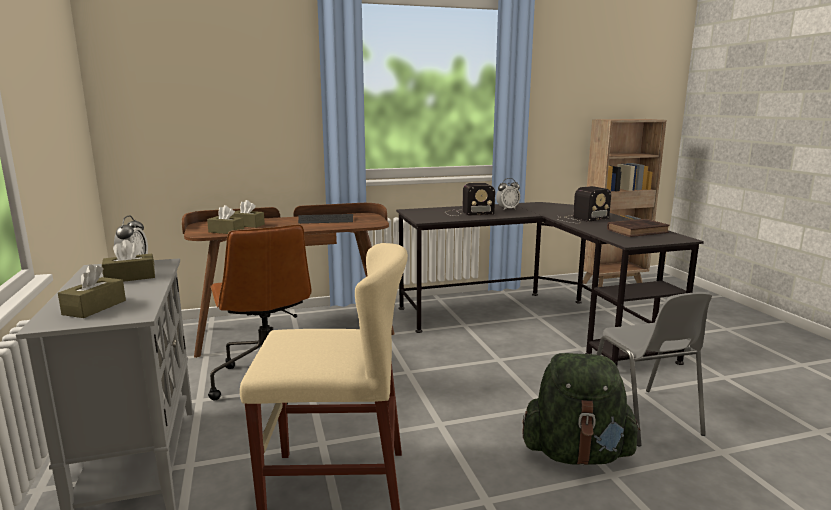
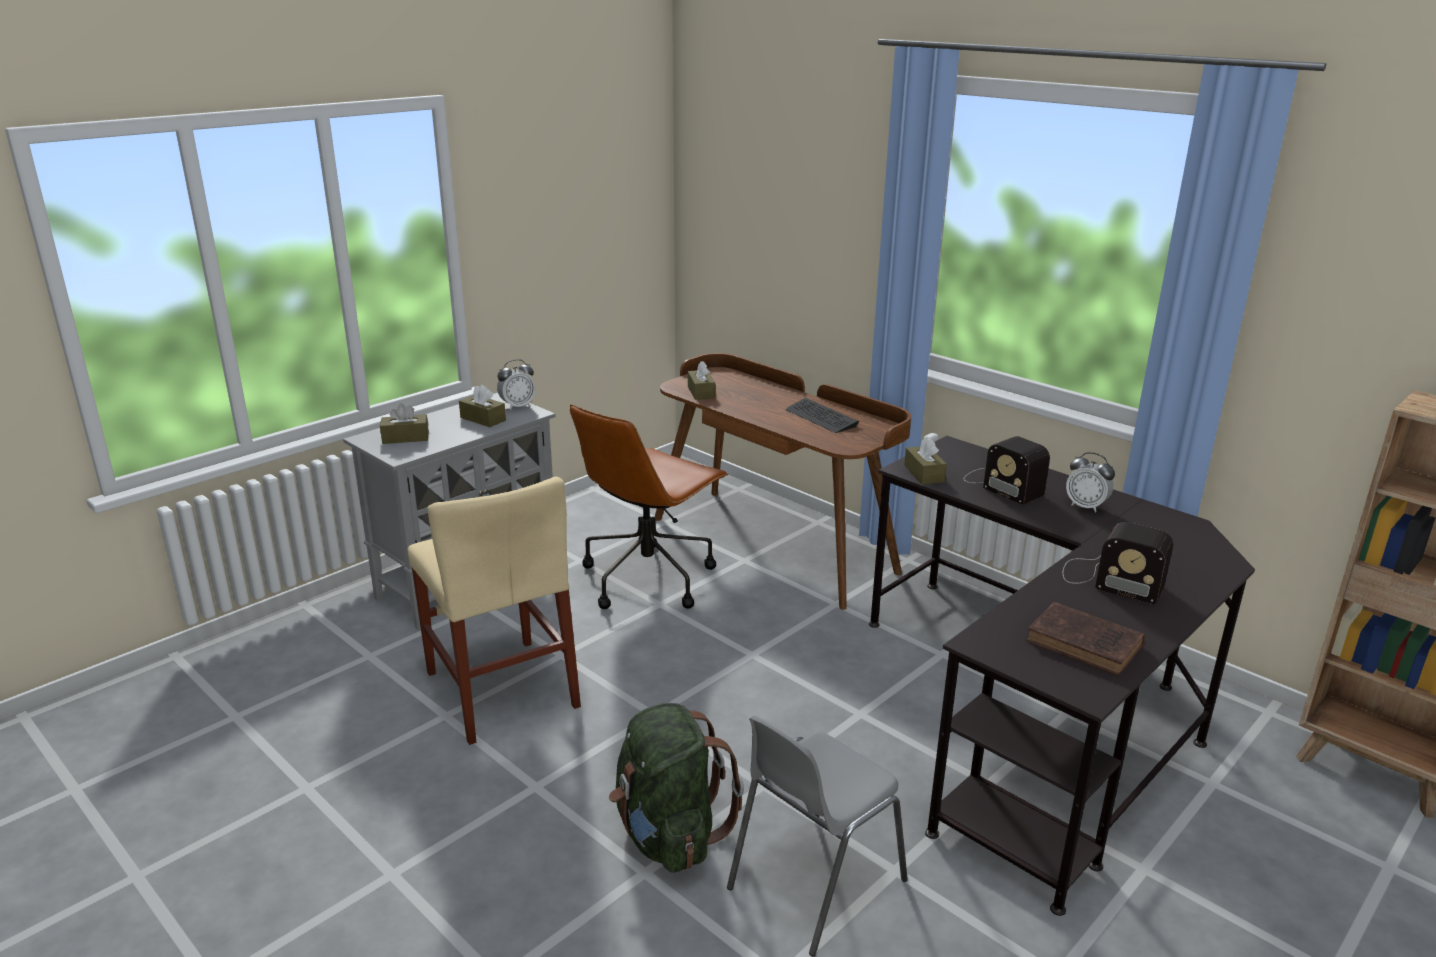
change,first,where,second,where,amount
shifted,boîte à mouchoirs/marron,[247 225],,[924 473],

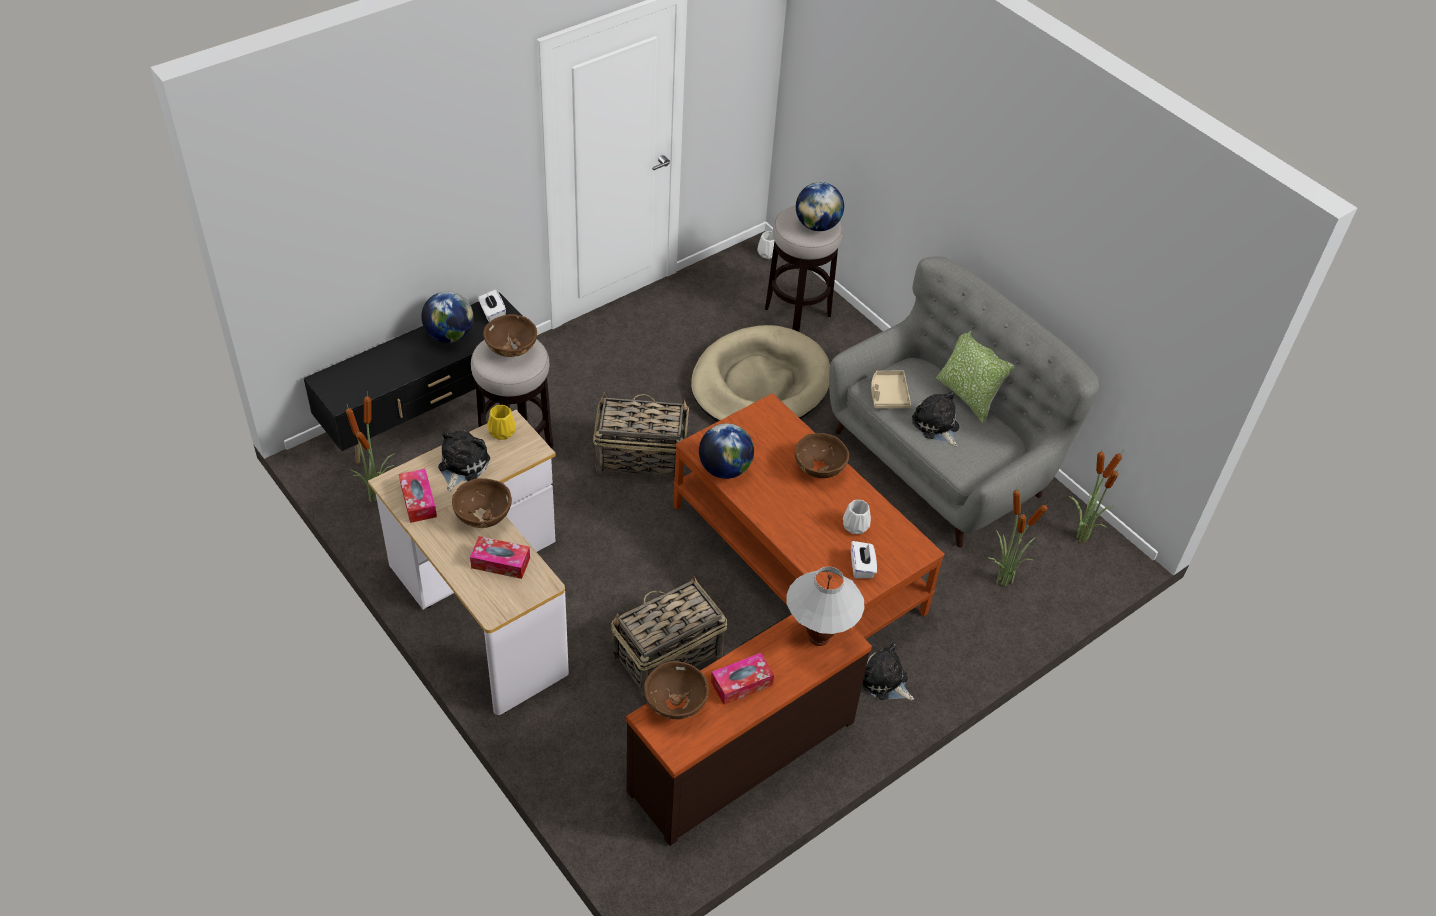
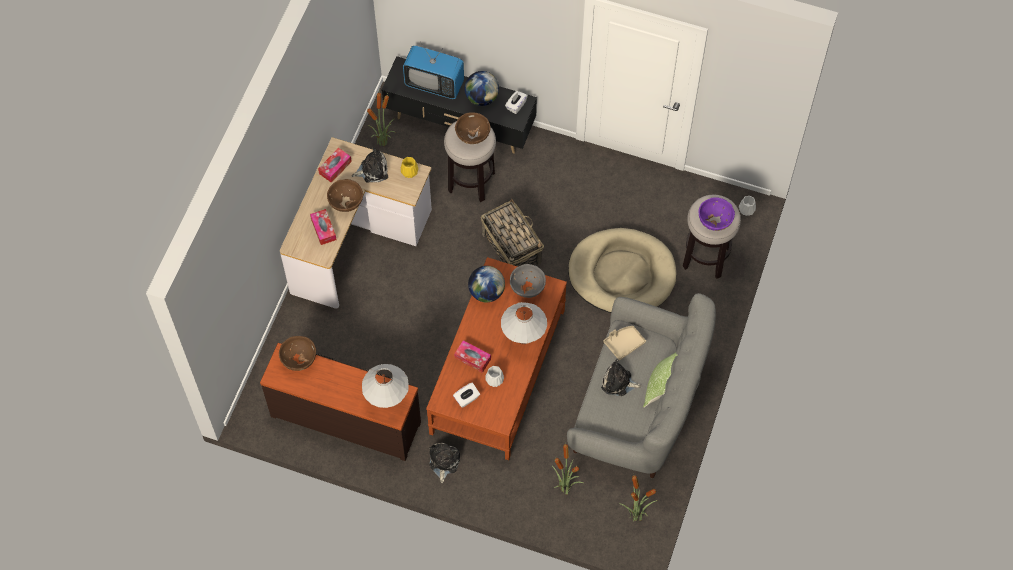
change,first,where,second,where,amount
swapped,globe,[817 225],bol/violet,[714 221],
rotated,peluche,[936 426],,[618 382],105 degrees counterclockwise
swapped,bol/marron,[819 469],lampe de table/blanc,[523 339],
gone,panier,[666 655],,,
shifted,boîte à mouchoirs,[741 683],,[472 358],
new,,,téléviseur,[434 84],
new,,,bol/gris,[527 287],

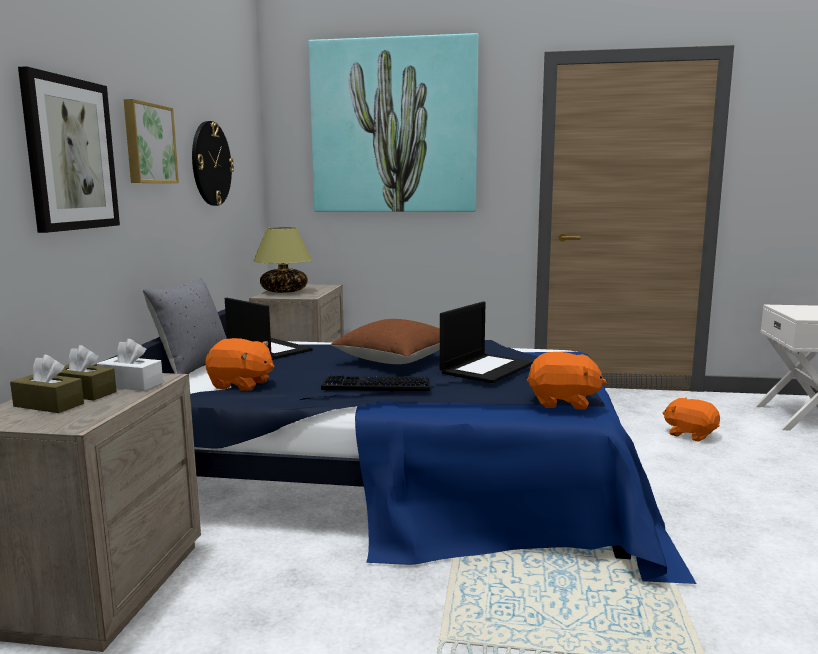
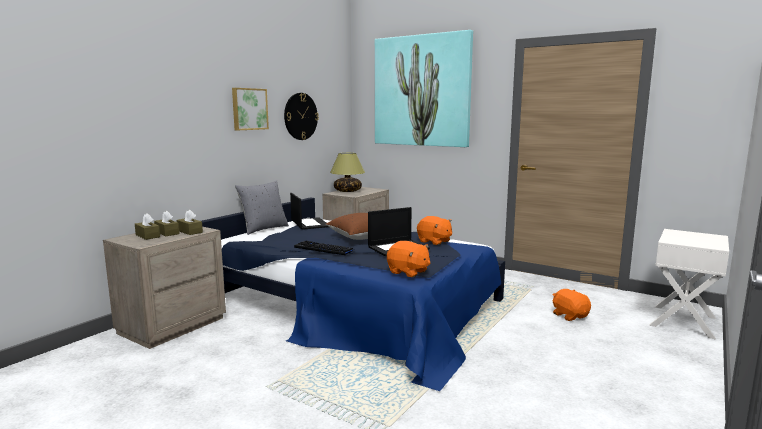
change,first,where,second,where,amount
gone,tableau,[70 154],,,
shifted,peluche/orange,[241 385],,[434 241],
repainted,boîte à mouchoirs/blanc,[131 384],boîte à mouchoirs/marron,[190 231],

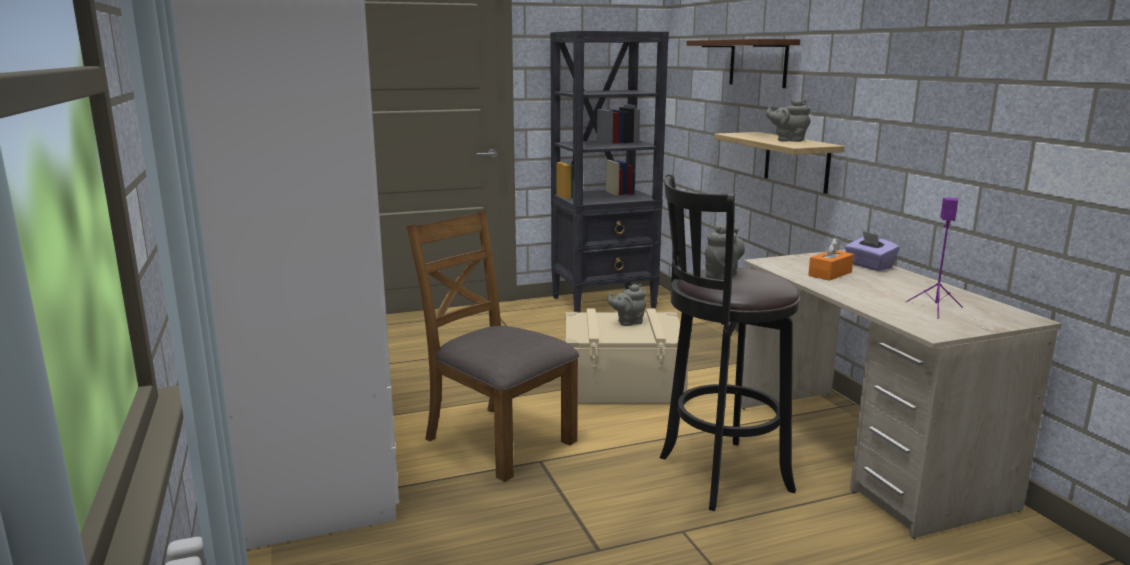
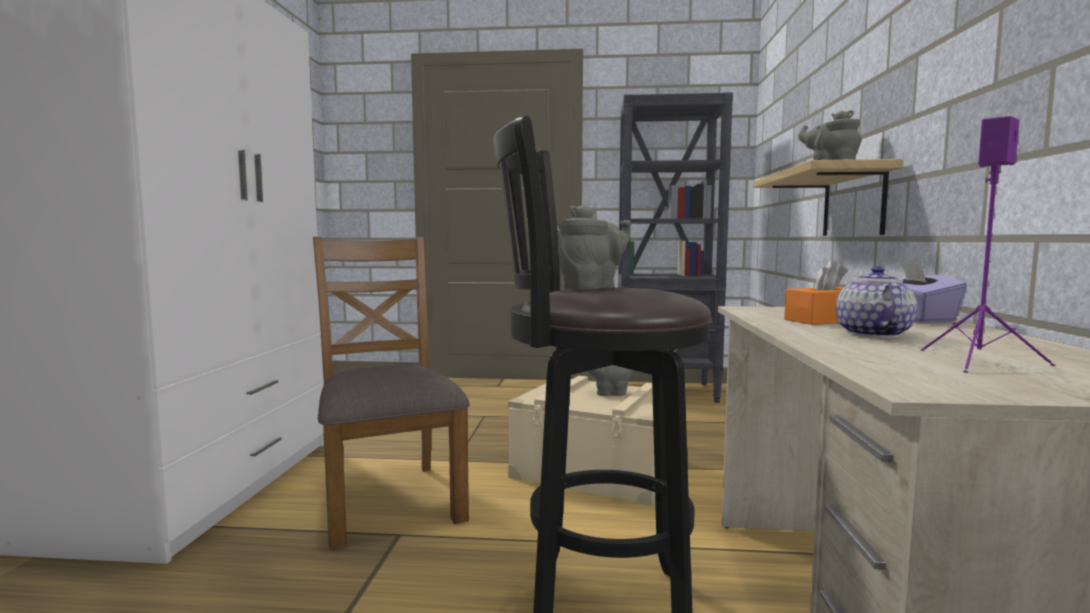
change,first,where,second,where,amount
gone,étagère,[758 63],,,
new,,,théière,[872 334],

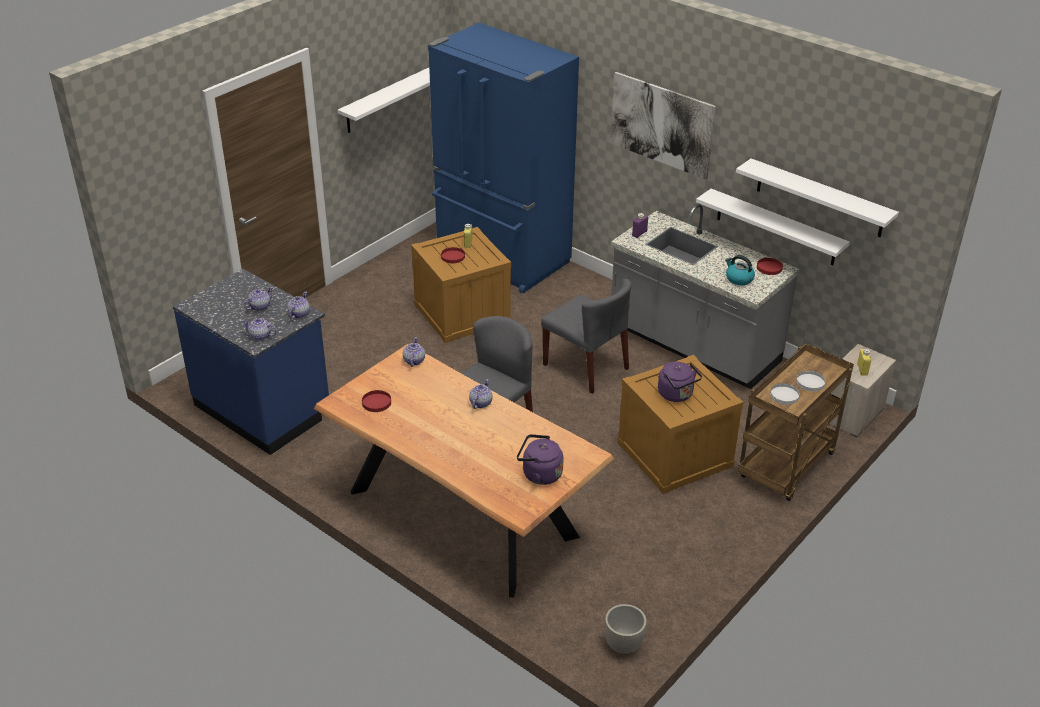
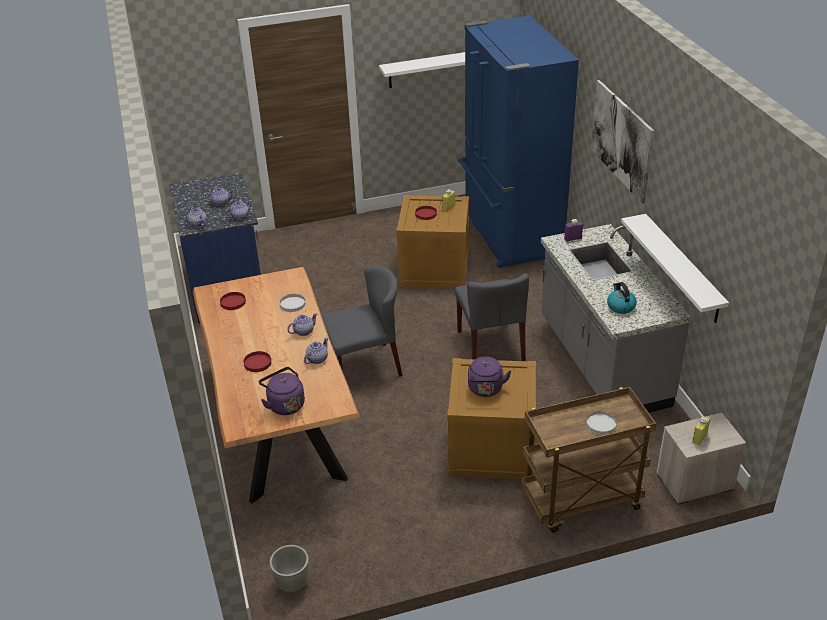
change,first,where,second,where,amount
gone,étagère/blanc,[819 198],,,
shifted,assiette/rouge,[769 268],,[257 363],
shifted,théière,[414 361],,[317 359],
shifted,assiette/blanc,[784 395],,[292 304],

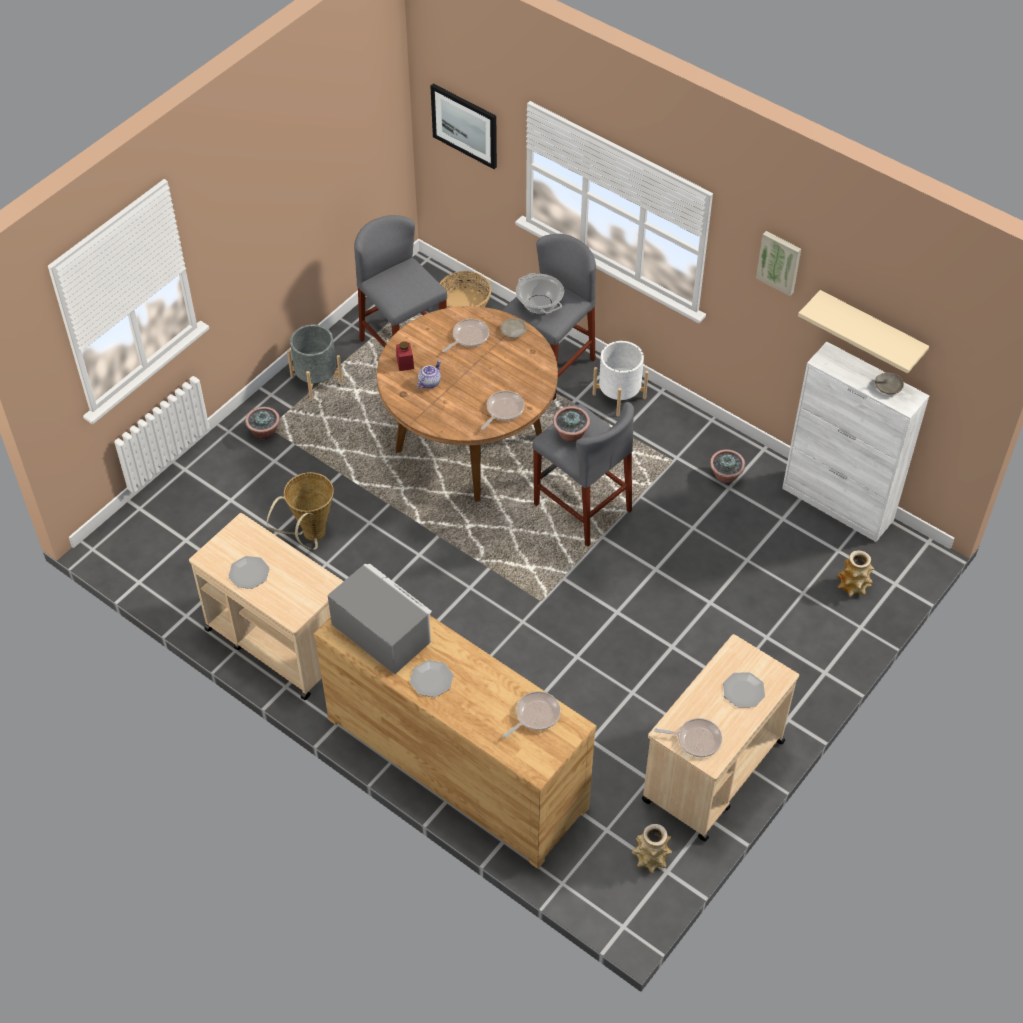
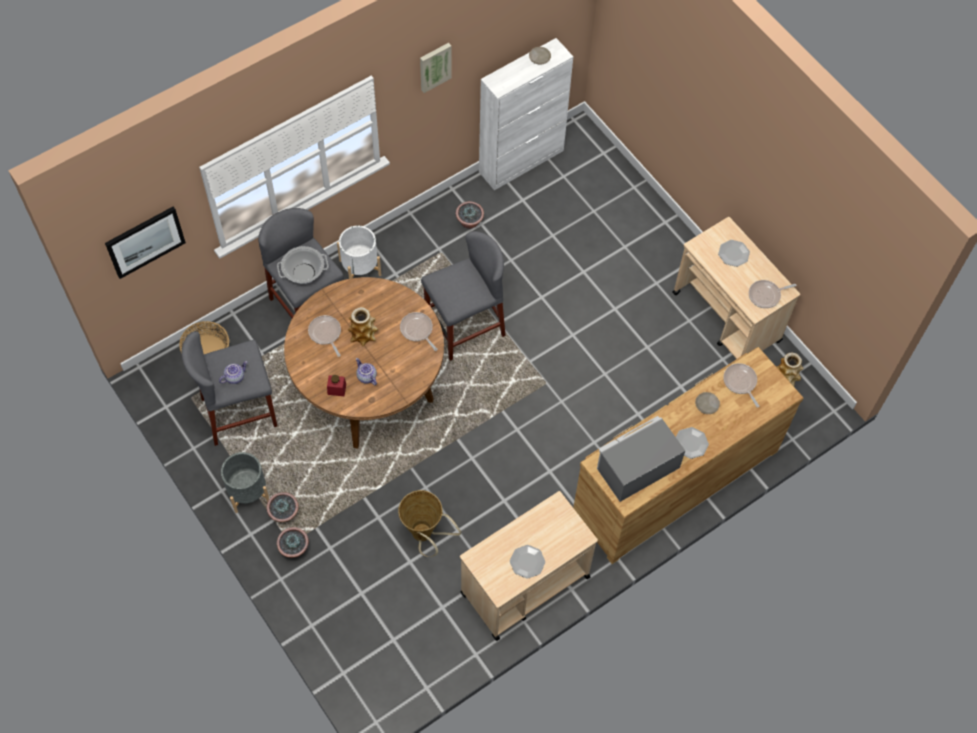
change,first,where,second,where,amount
gone,étagère/beige,[870 330],,,
shifted,assiette/beige,[513 331],,[707 405],
shifted,plante en pot,[571 435],,[284 514],
shifted,vase,[853 586],,[363 334],
rotated,poêle,[696 739],,[766 295],135 degrees counterclockwise
new,,,théière,[234 376],

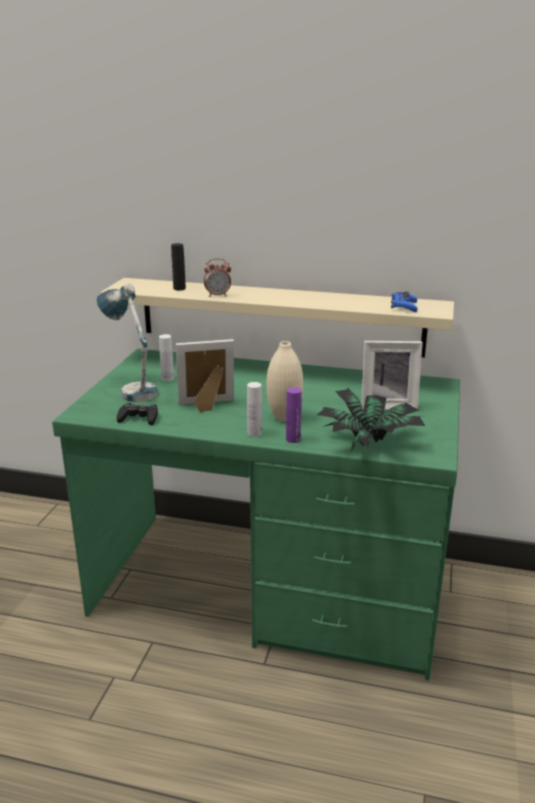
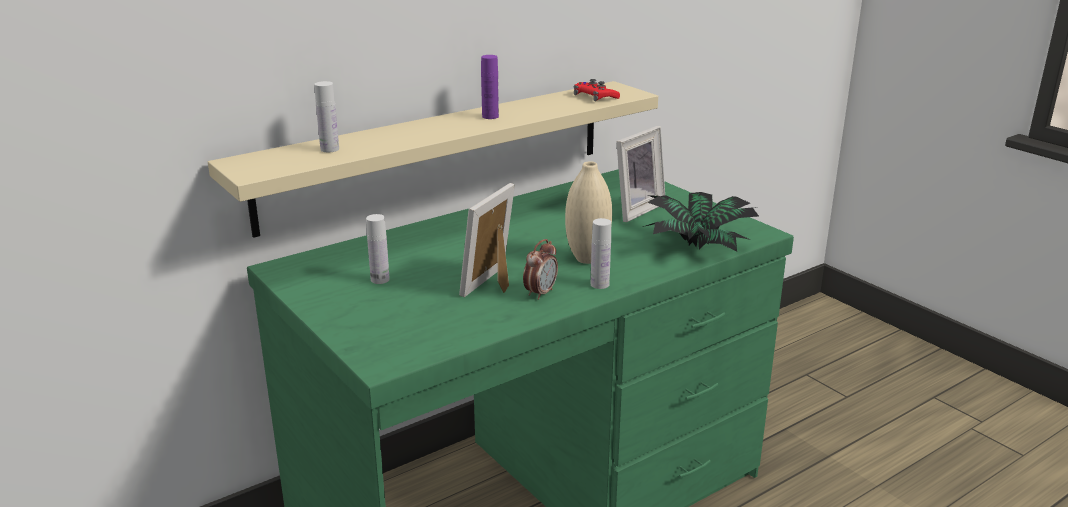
change,first,where,second,where,amount
repainted,bouteille/noir,[179 288],bouteille/blanc,[329 149],
shifted,réveil,[218 295],,[540 293],
gone,lampe de table,[132 389],,,
repainted,manette/bleu,[403 306],manette/rouge,[595 97],
shifted,bouteille/violet,[293 439],,[490 116],
gone,manette/noir,[138 418],,,

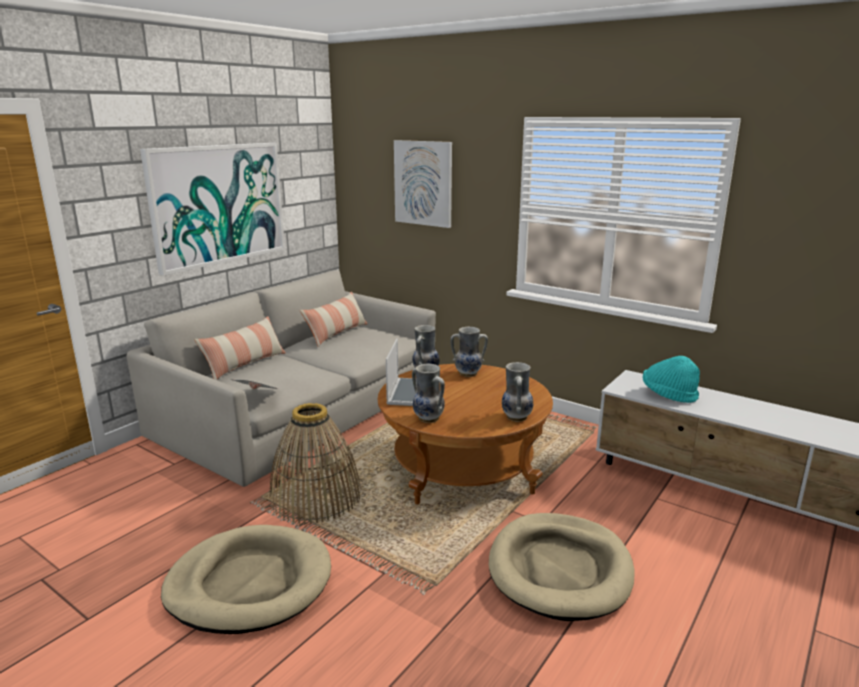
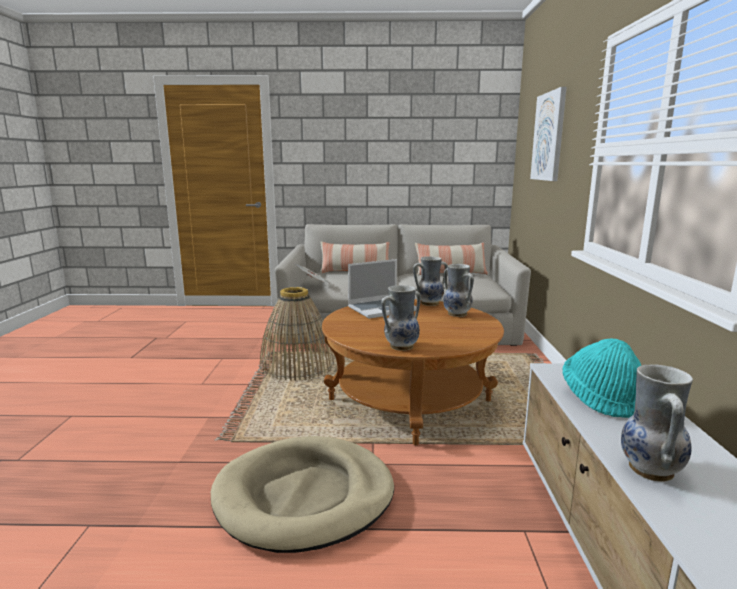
change,first,where,second,where,amount
gone,tableau,[218 204],,,
shifted,vase,[428 418],,[649 470],
gone,panier pour chien/beige,[250 583],,,

